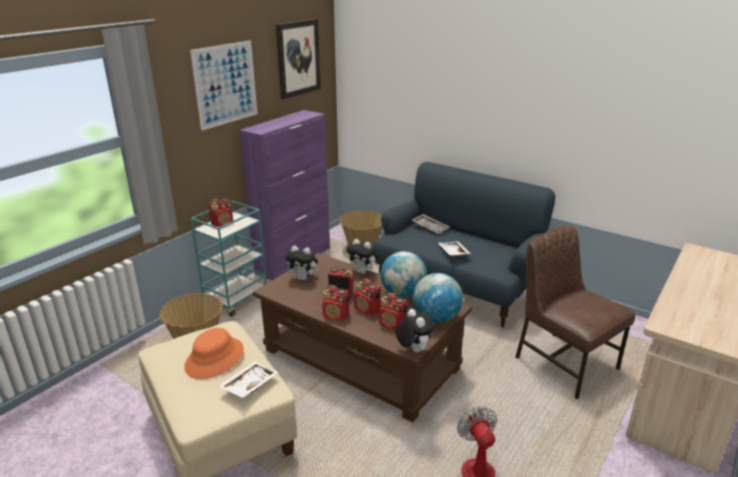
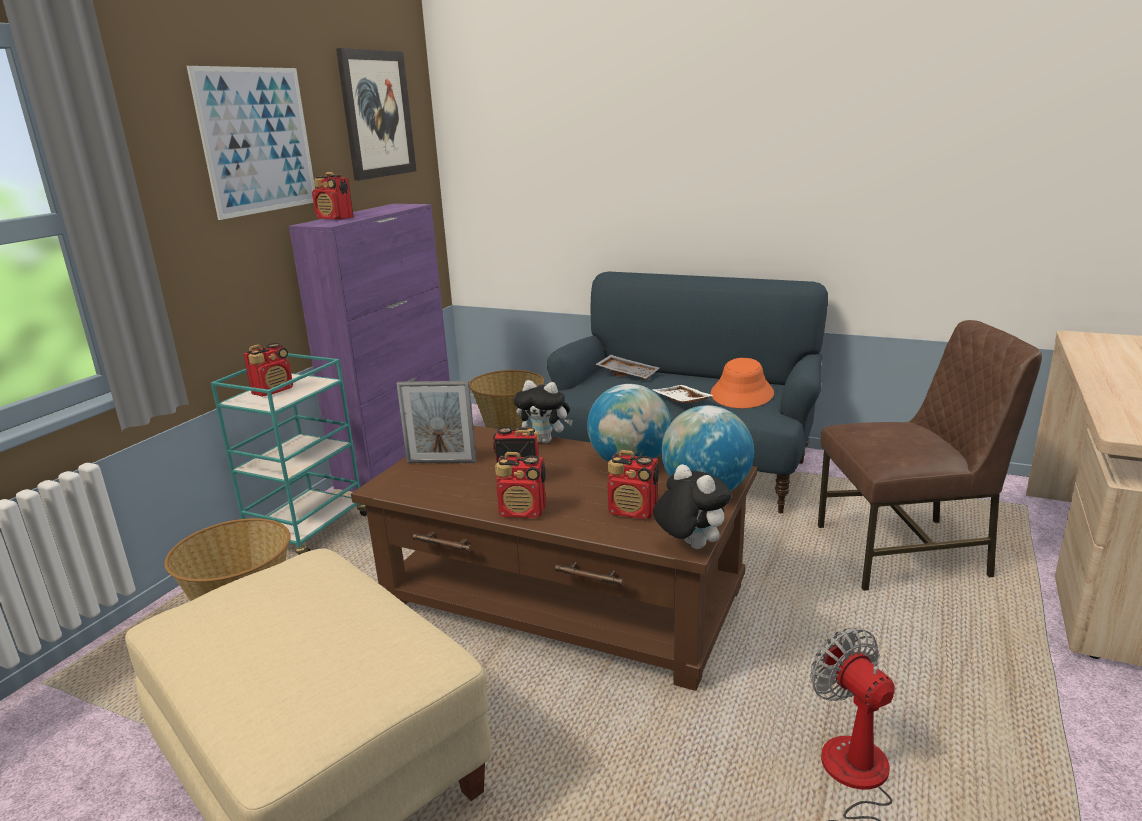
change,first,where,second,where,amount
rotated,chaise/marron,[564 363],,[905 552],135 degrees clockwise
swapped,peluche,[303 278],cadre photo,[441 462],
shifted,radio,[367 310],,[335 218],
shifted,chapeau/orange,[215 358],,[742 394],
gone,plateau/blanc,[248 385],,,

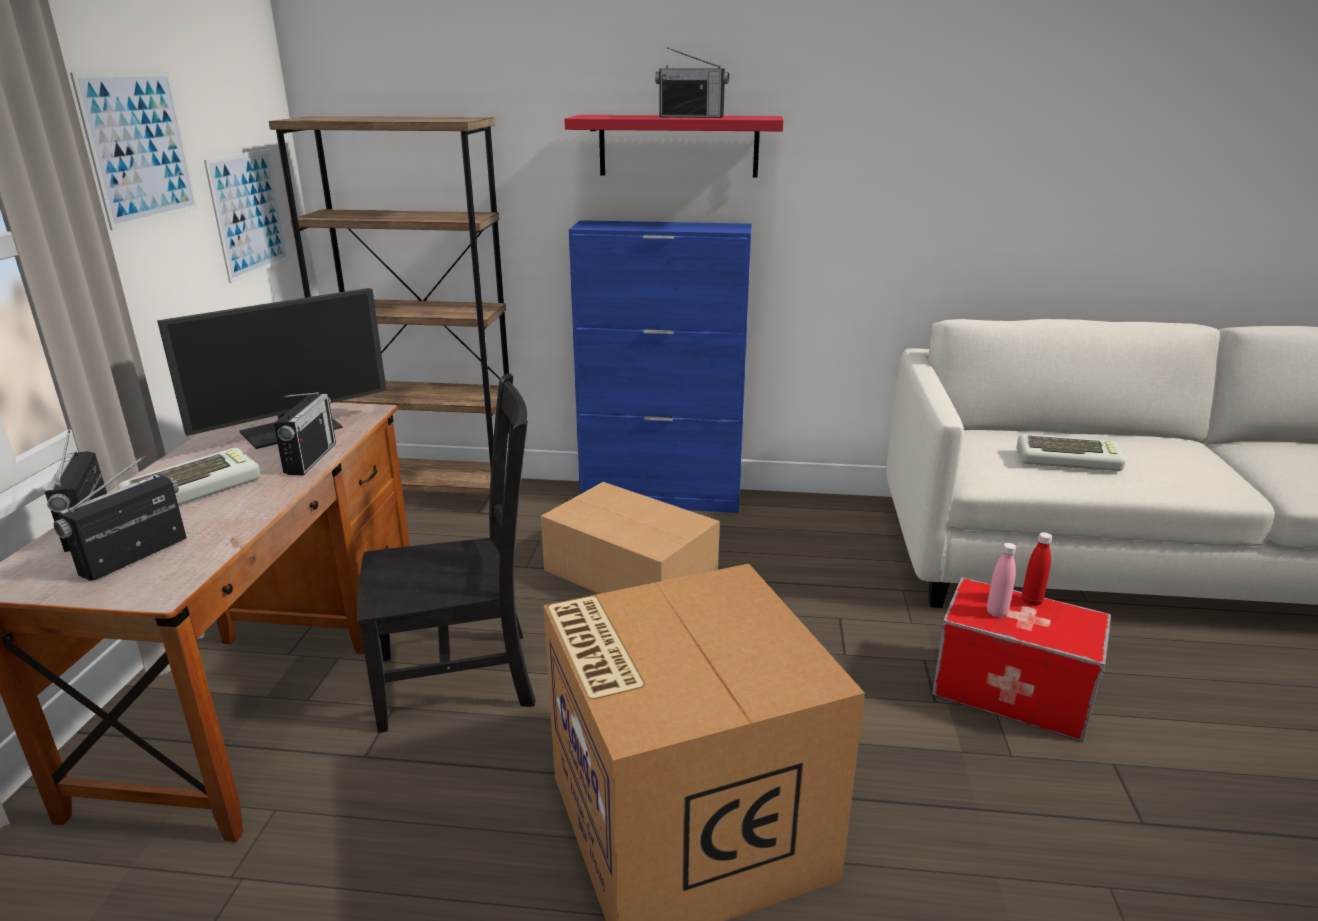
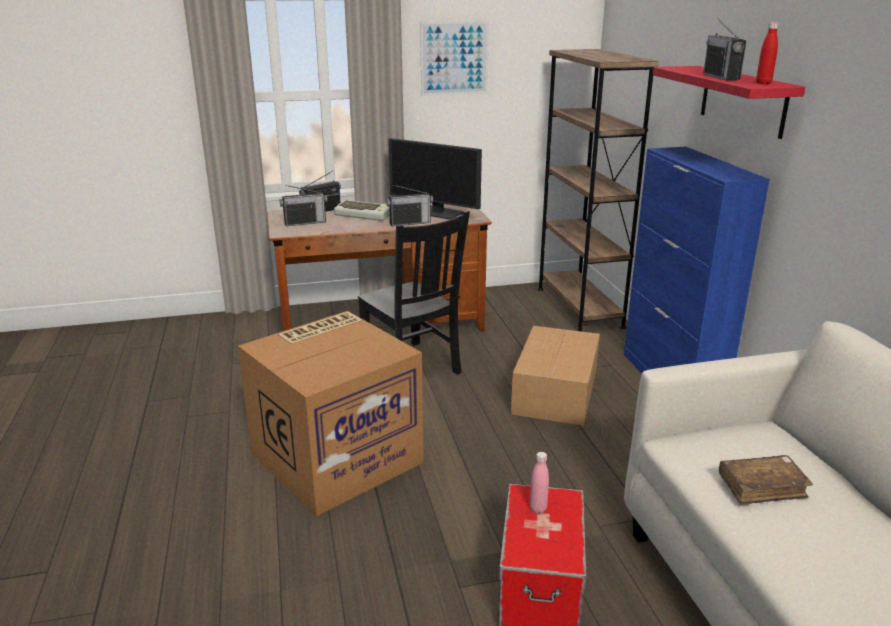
change,first,where,second,where,amount
gone,tableau,[249 213],,,
swapped,clavier,[1068 460],livre/marron,[761 487],
rotated,radio,[135 556],,[305 223],150 degrees clockwise
shifted,bouteille/rouge,[1031 601],,[763 83],

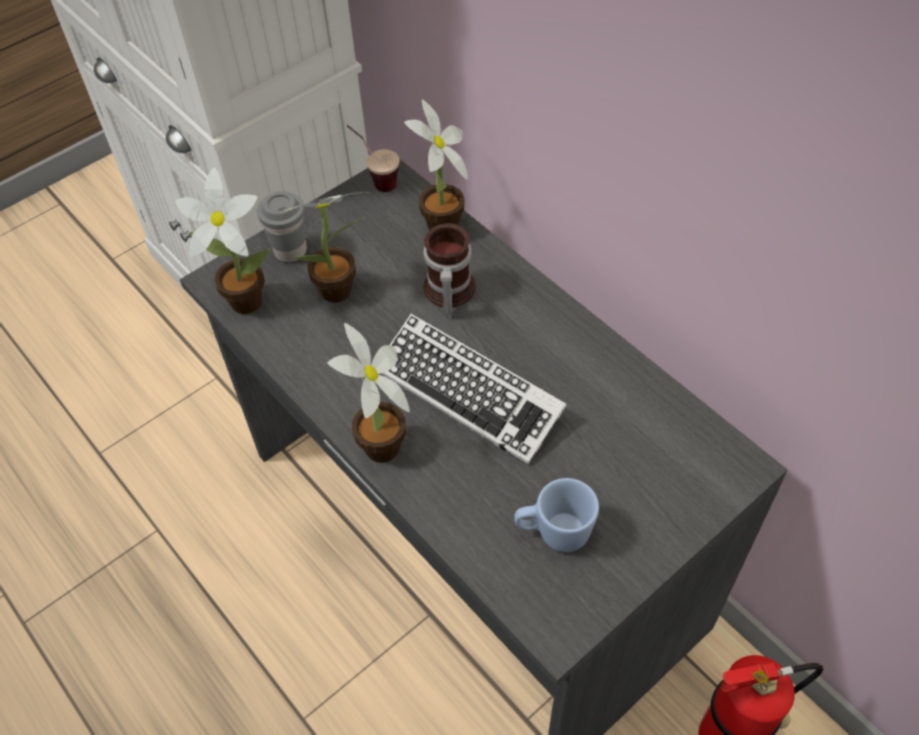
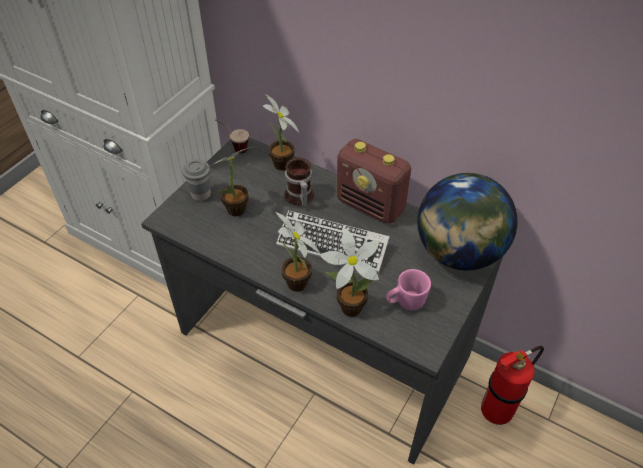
change,first,where,second,where,amount
shifted,plante en pot,[242 299],,[347 307],
repainted,mug/bleu,[553 533],mug/rose,[405 302],
new,,,radio,[371 205],
new,,,globe,[458 253],

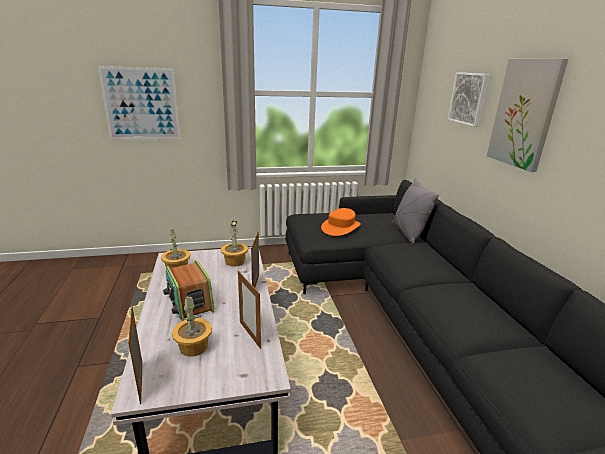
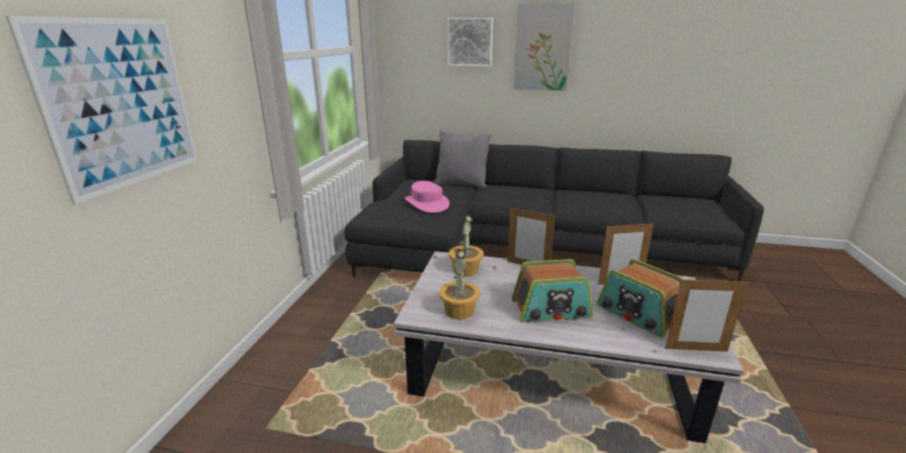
change,first,where,second,where,amount
repainted,chapeau/orange,[341 227],chapeau/rose,[427 203],
swapped,plante en pot,[194 347],radio,[638 314],

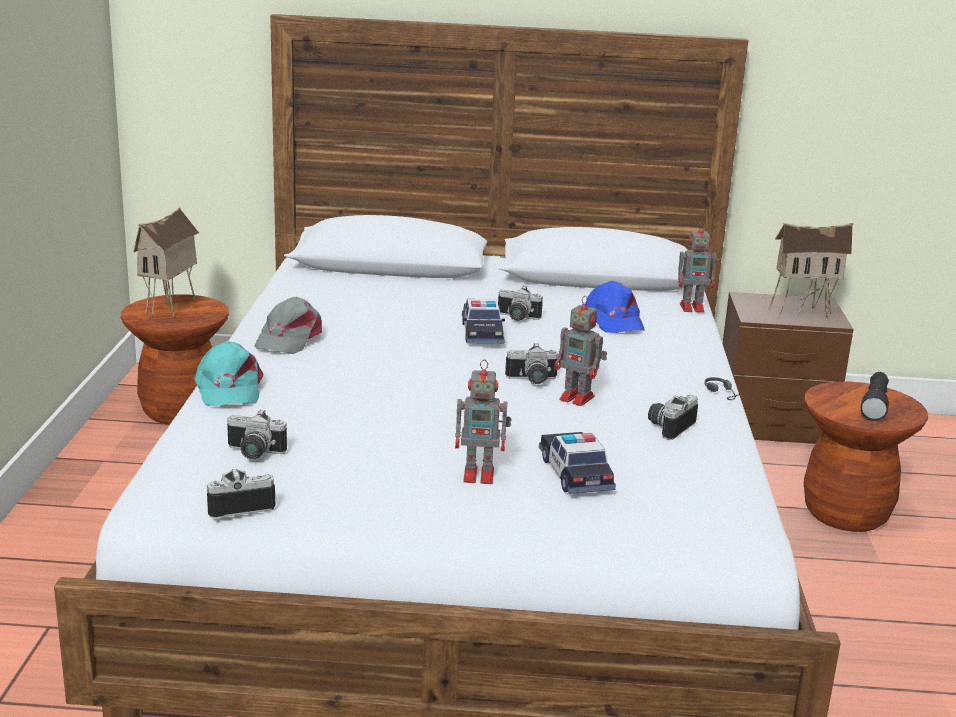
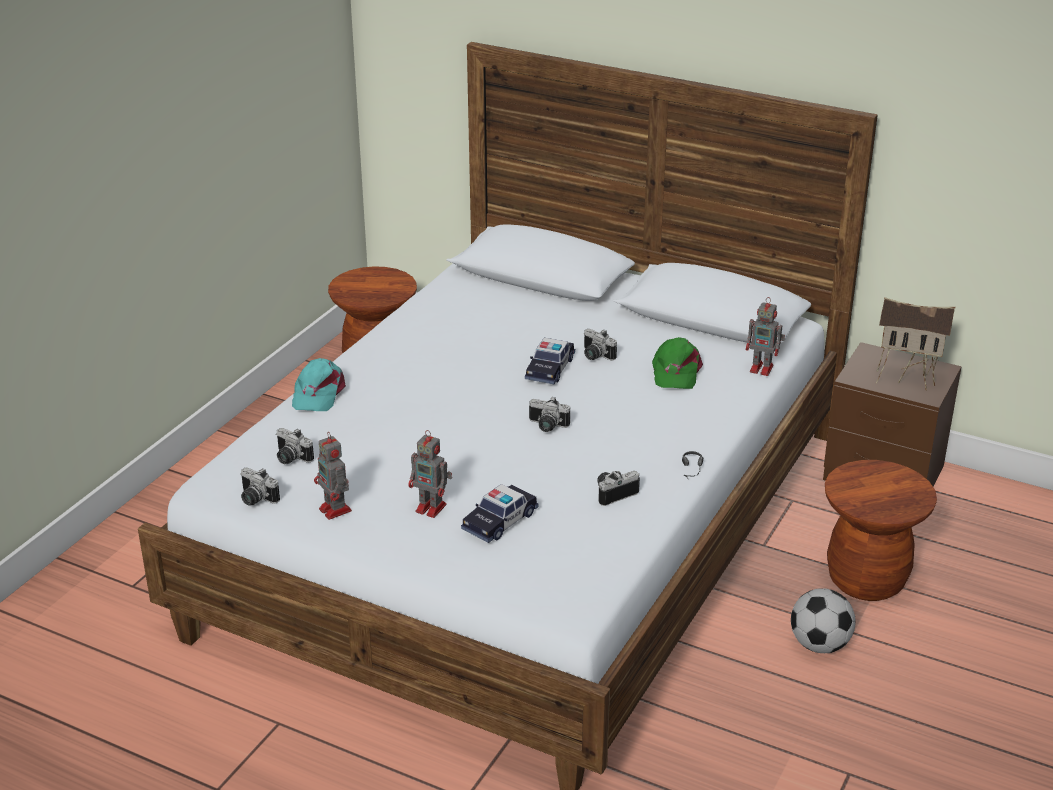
change,first,where,second,where,amount
gone,maison miniature,[172 309],,,
repainted,casquette/bleu,[613 320],casquette/vert,[675 372],
shifted,robot jouet,[578 398],,[336 510],
gone,casquette/gris,[288 338],,,
gone,lampe de poche/noir,[874 404],,,
rotated,petite voiture,[575 473],,[500 521],150 degrees counterclockwise
rotated,appareil photo,[239 505],,[255 499],150 degrees counterclockwise
new,,,ballon de foot,[820 645],

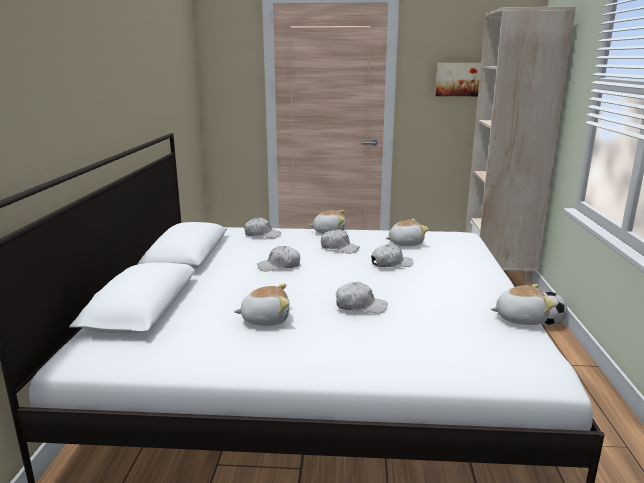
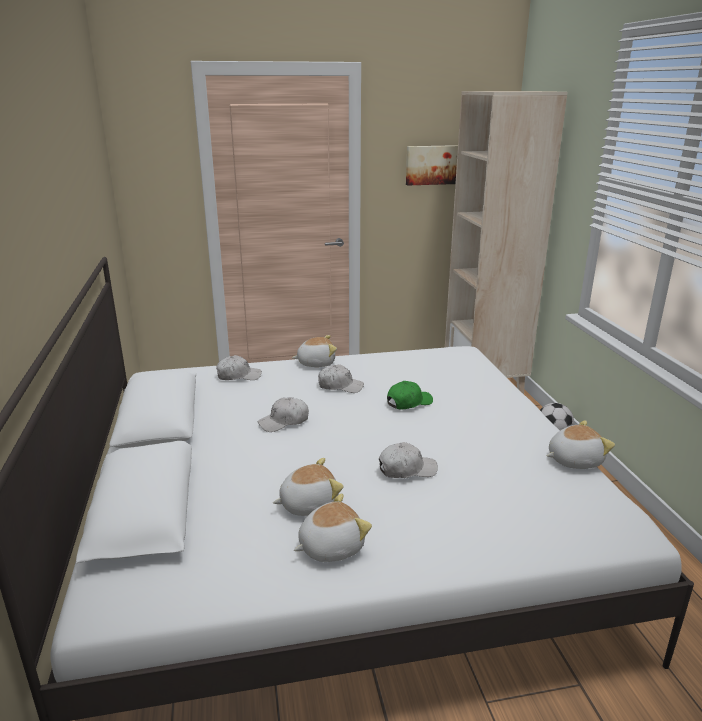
change,first,where,second,where,amount
shifted,peluche,[405 243],,[330 547],
repainted,casquette/blanc,[391 264],casquette/vert,[409 402],

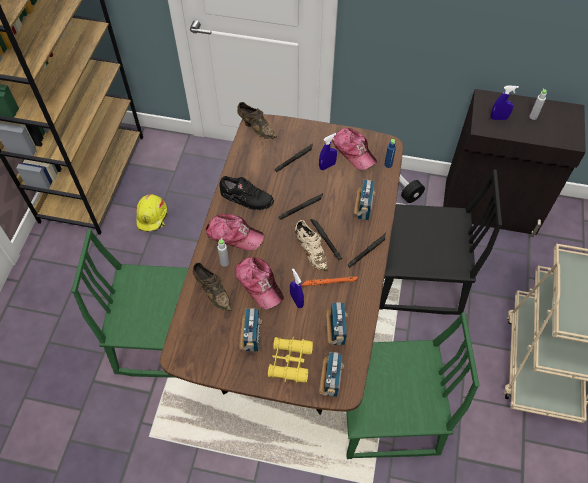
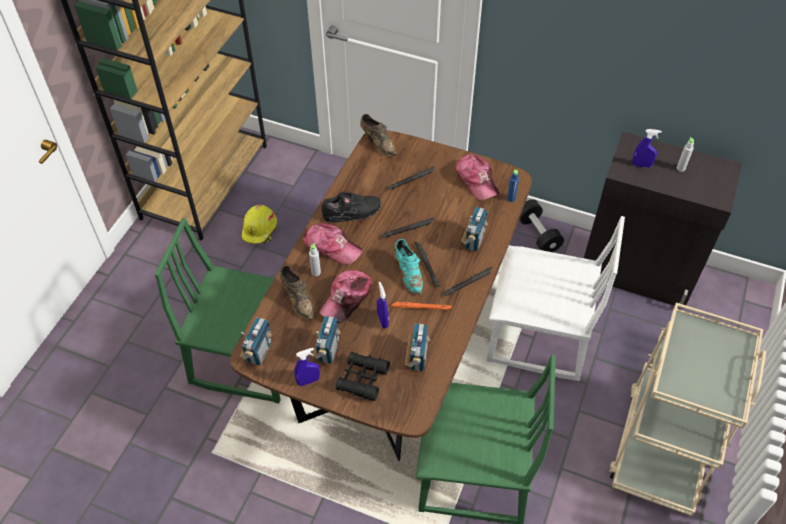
change,first,where,second,where,amount
shifted,vaporisateur/bleu,[327 166],,[308 381],
repainted,chaise/noir,[419 280],chaise/blanc,[538 338],
rotated,chaussure/noir,[246 199],,[352 213],45 degrees counterclockwise
repainted,chaussure/beige,[310 250],chaussure/turquoise,[408 273],
rotated,casquette,[259 284],,[347 299],60 degrees clockwise
repainted,jumelles/jaune,[290 362],jumelles/noir,[362 379],
shifted,radio,[331 382],,[259 352],

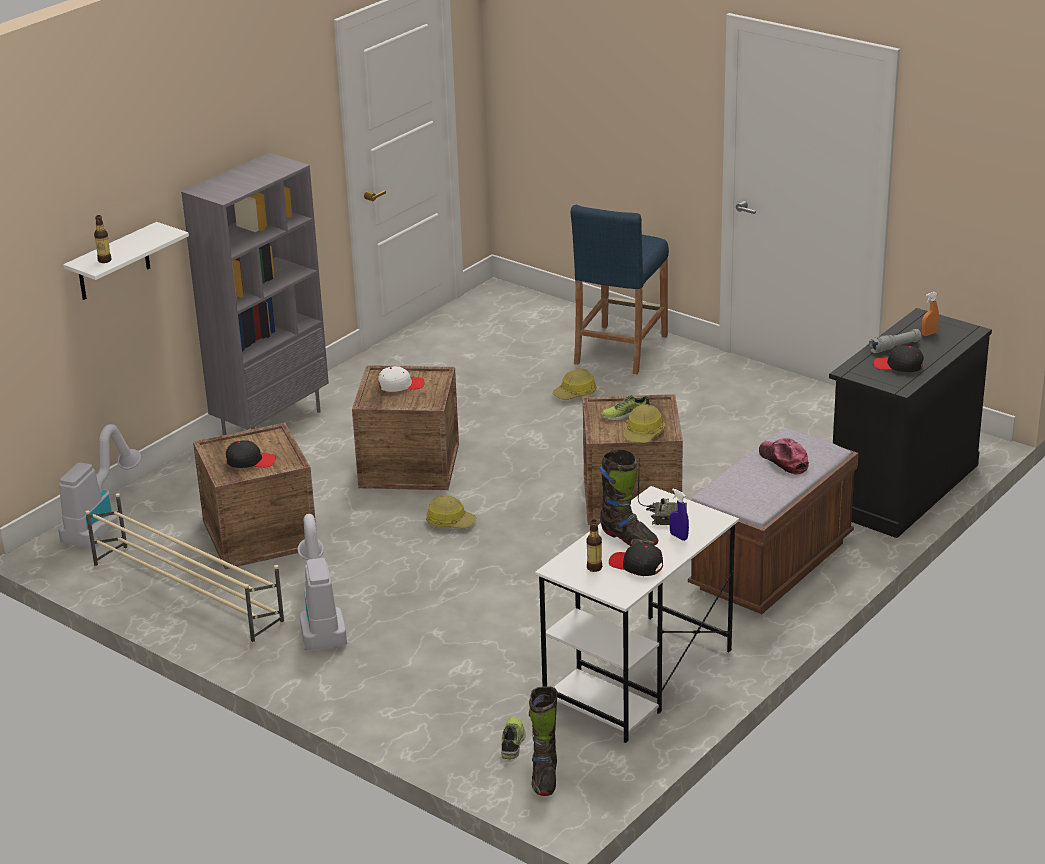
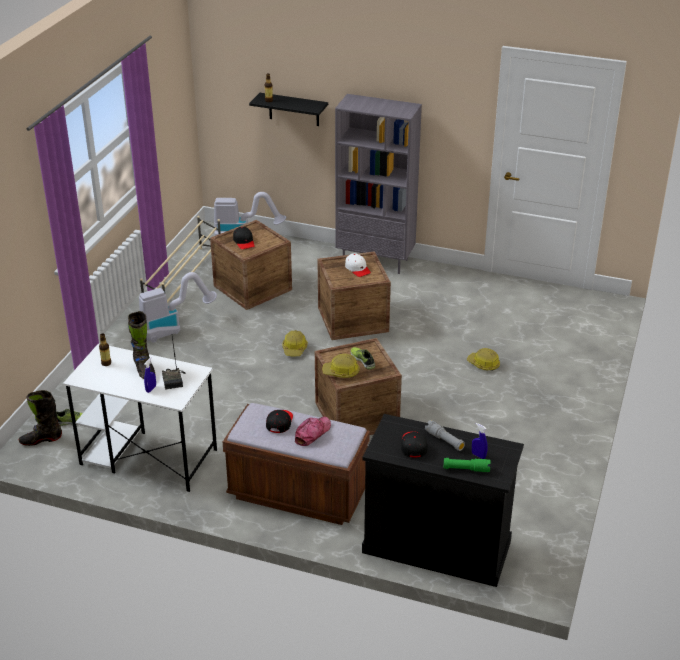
change,first,where,second,where,amount
gone,tabouret/bleu,[620 349],,,
repainted,étagère/blanc,[113 263],étagère/noir,[294 109],
repainted,vaporisateur/orange,[929 334],vaporisateur/bleu,[478 455],
rotated,botte/noir,[628 538],,[144 370],45 degrees counterclockwise
shifted,casquette/noir,[636 565],,[279 423],
new,,,lampe de poche/vert,[466 469],

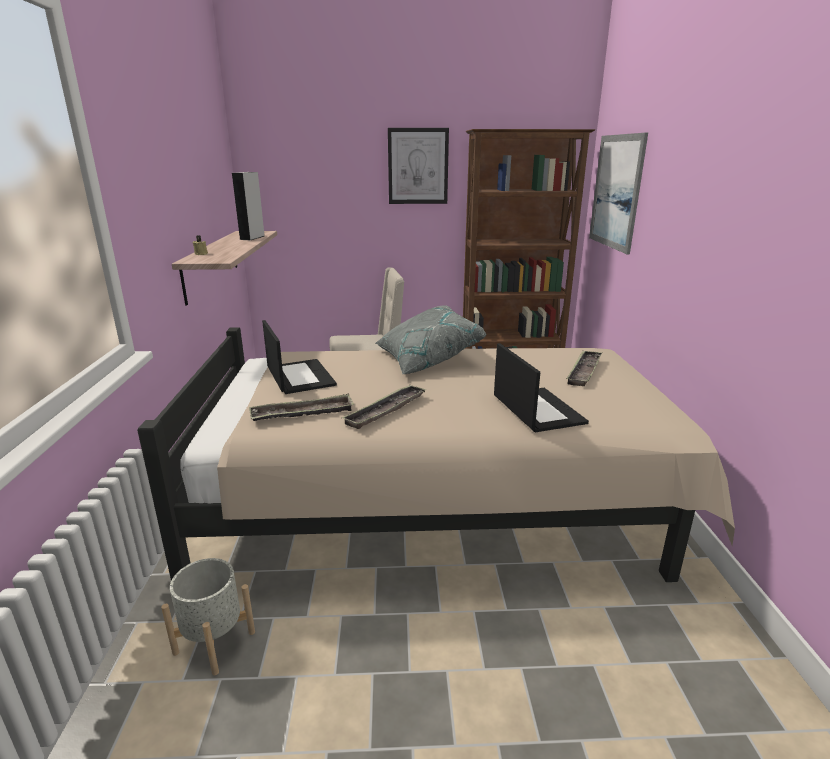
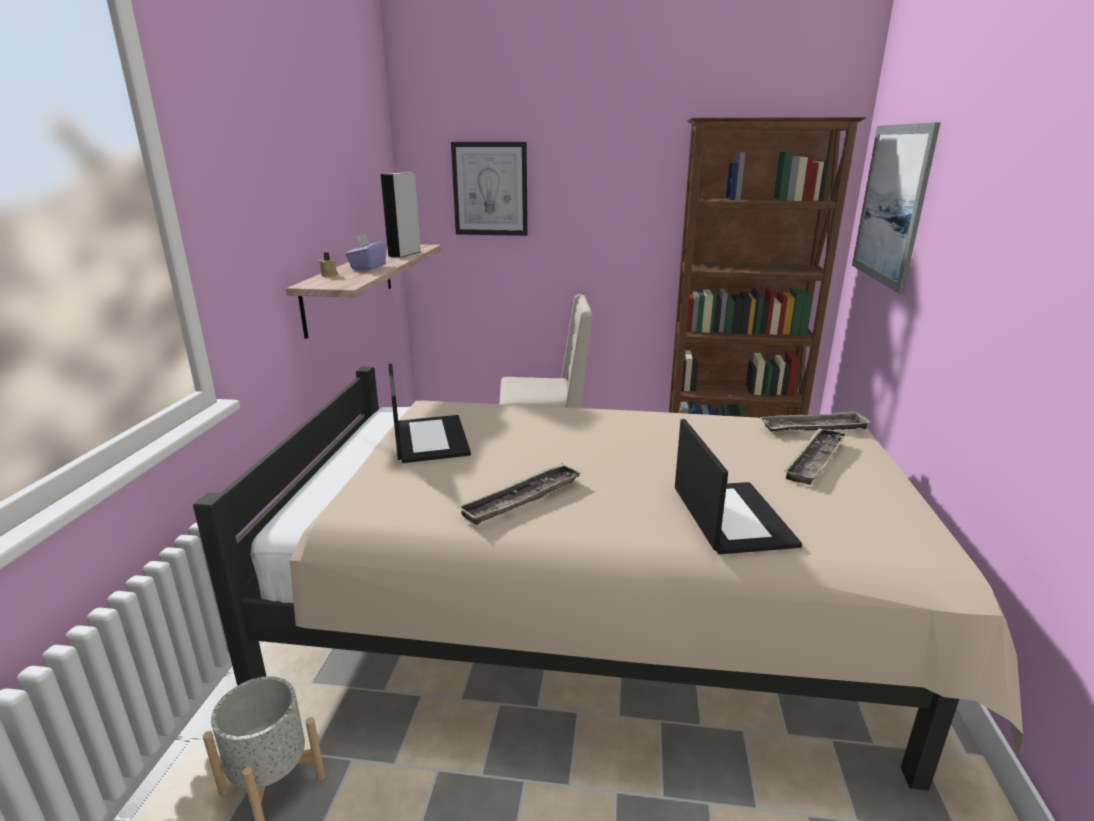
change,first,where,second,where,amount
shifted,tableau,[418 166],,[490 189],
gone,coussin/gris,[426 359],,,
shifted,plateau,[303 413],,[814 428],
new,,,boîte à mouchoirs/violet,[368 267],

